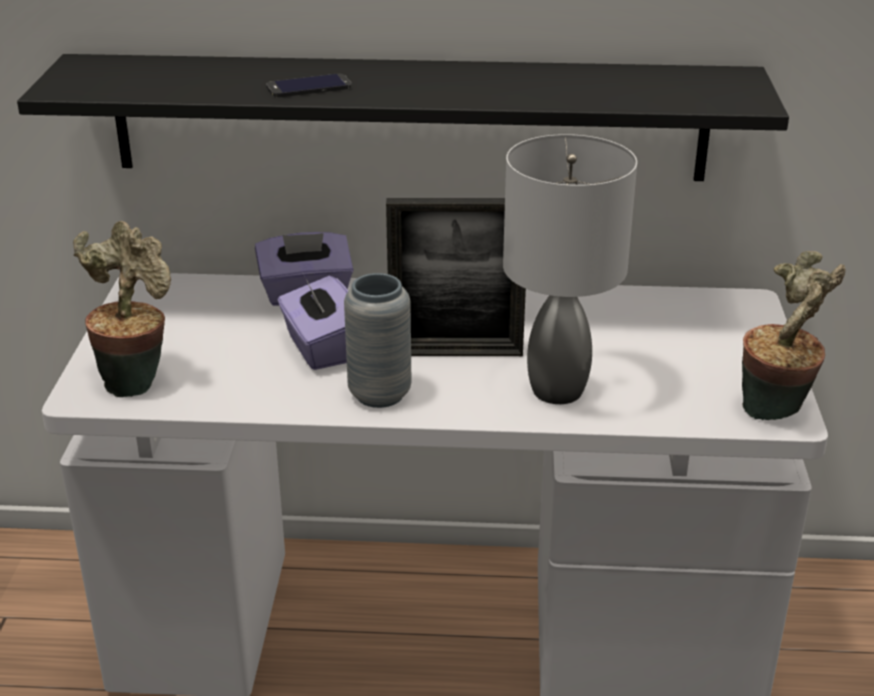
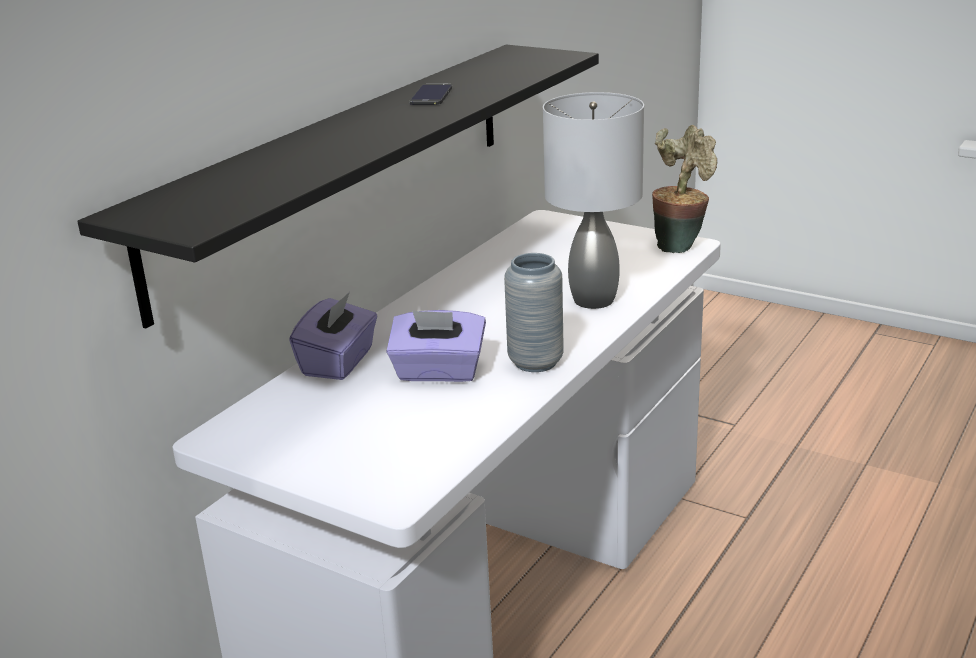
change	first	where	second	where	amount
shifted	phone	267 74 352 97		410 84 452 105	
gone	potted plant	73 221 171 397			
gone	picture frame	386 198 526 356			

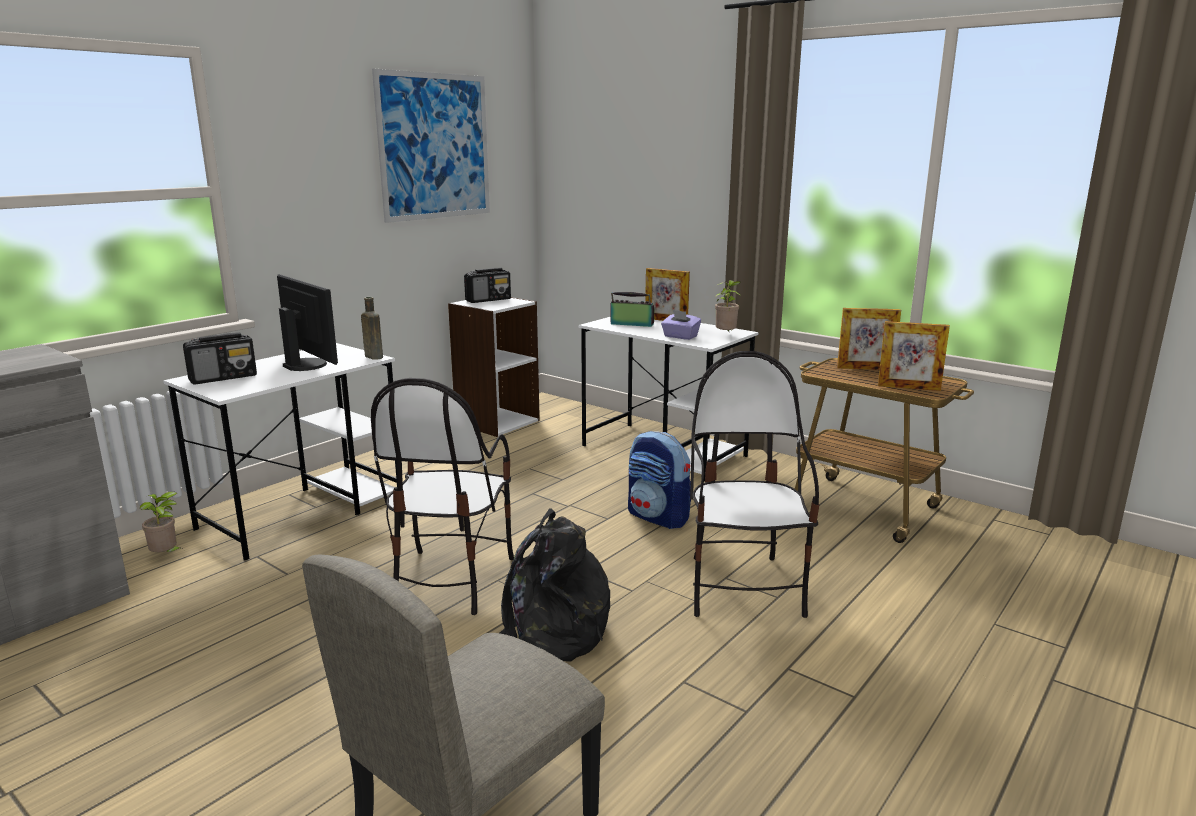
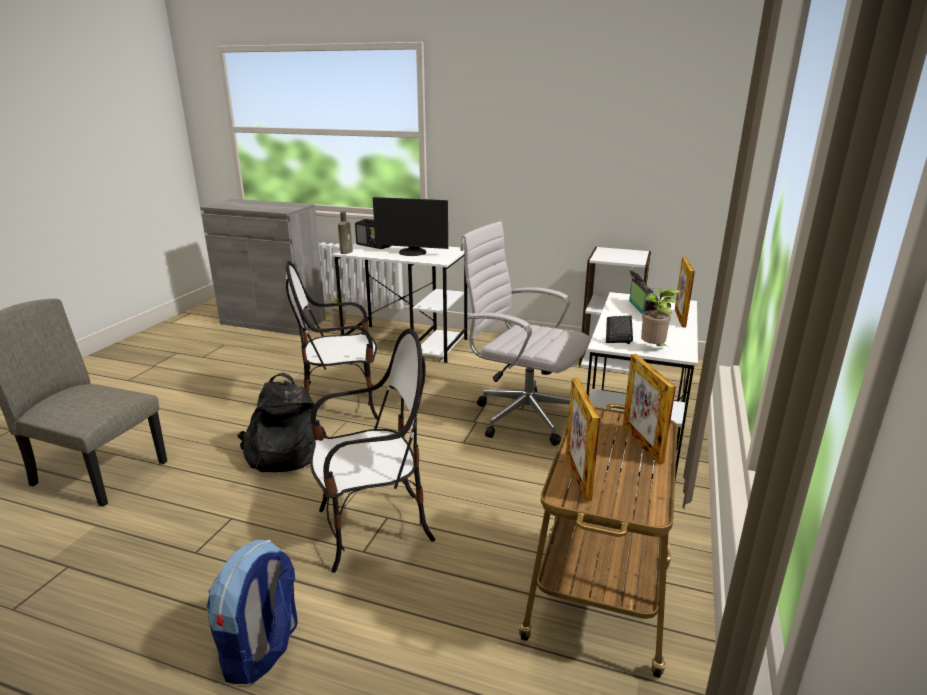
change	first	where	second	where	amount
shifted	backpack	628 431 691 529		206 540 298 684	
shifted	brown bottle	361 297 383 360		338 211 353 254	
rotated	monitor	277 274 338 371		373 197 448 256	75 degrees clockwise
new			white office chair	460 221 591 446	
swapped	purple tissue box	661 310 701 340	keyboard	606 316 633 344	
gone	picture	372 69 490 223			
gone	radio	464 268 511 303			

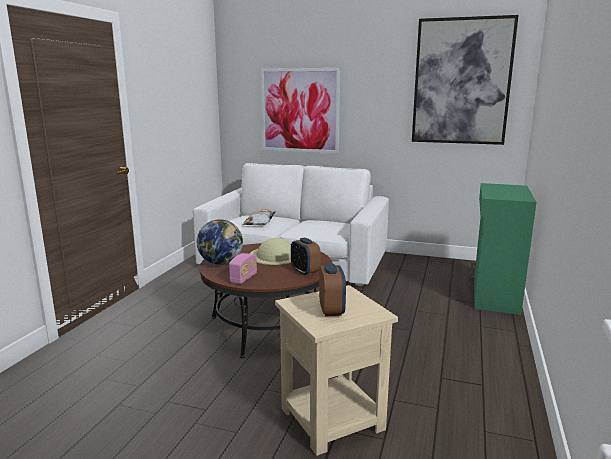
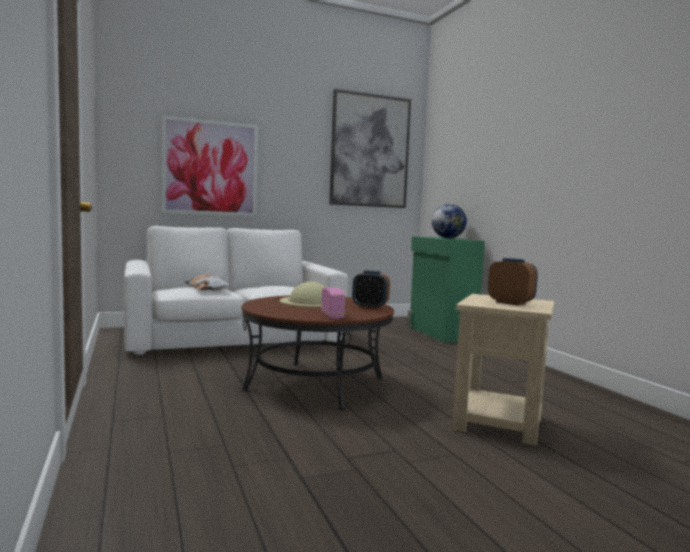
change	first	where	second	where	amount
shifted	globe	197 219 243 265		432 204 467 238	

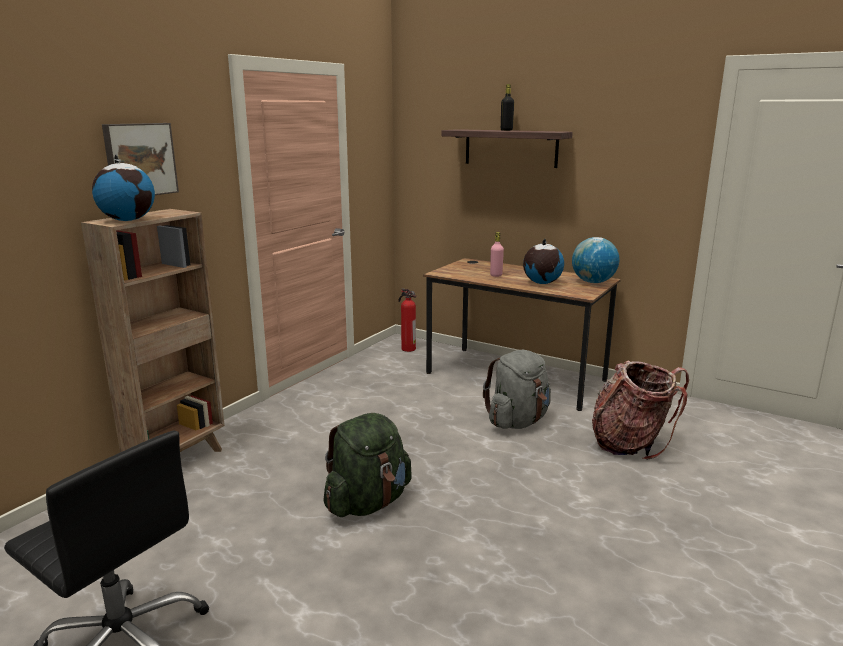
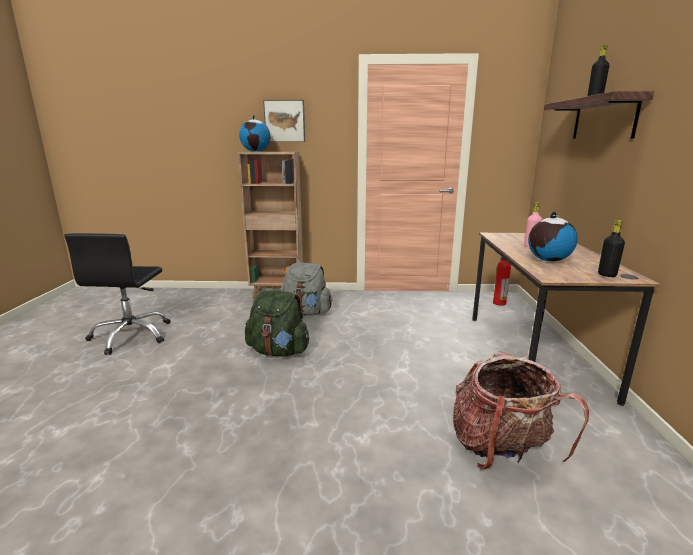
change	first	where	second	where	amount
shifted	grey backpack	483 350 551 429		280 262 332 316	
swapped	globe	572 237 619 283	black bottle	598 220 625 277	

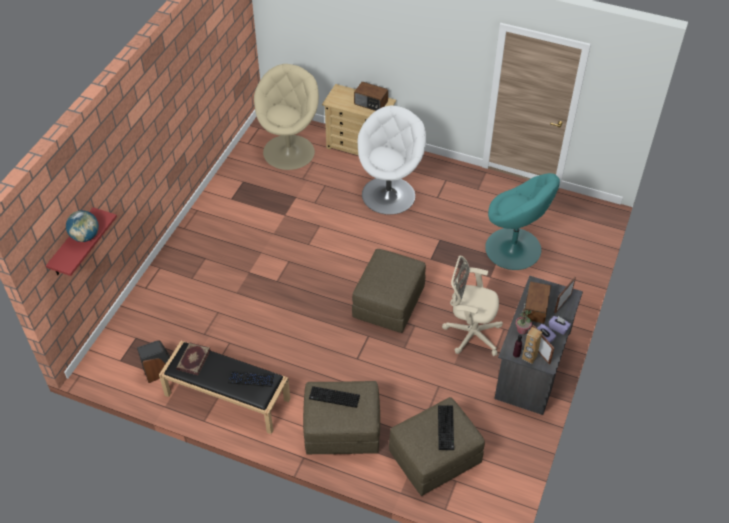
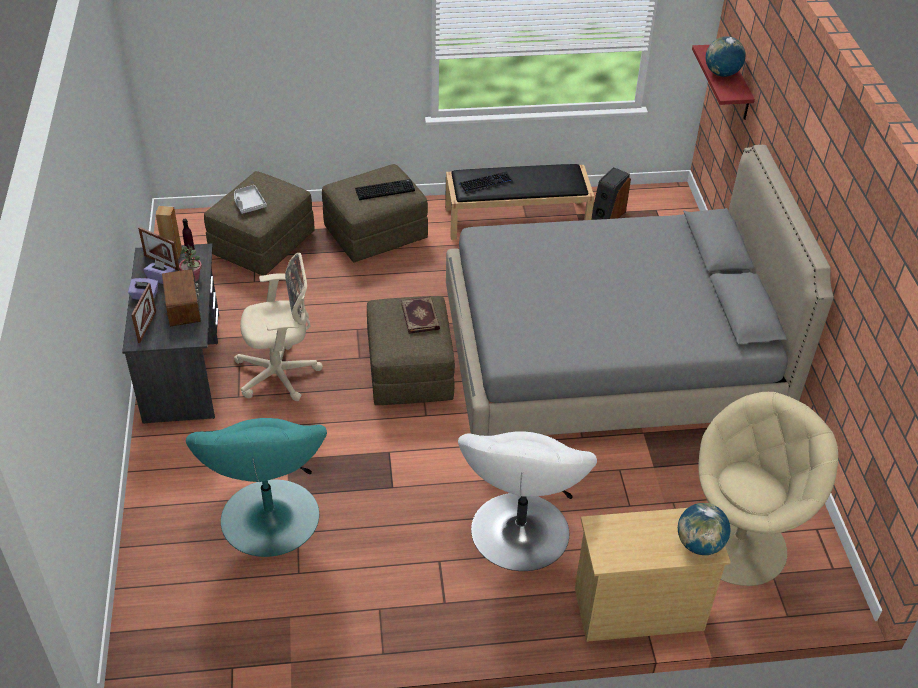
change	first	where	second	where	amount
rotated	turquoise armchair	485 173 560 270		186 418 327 557	105 degrees counterclockwise
swapped	keyboard	438 405 454 450	grey tray	234 185 267 214	
shifted	book	176 342 210 375		401 297 440 334	
new			grey bed	446 145 834 436	
new			globe	678 503 731 555	
rotated	beige armchair	254 64 319 170		699 392 838 586	135 degrees counterclockwise
gone	radio	354 82 388 111			

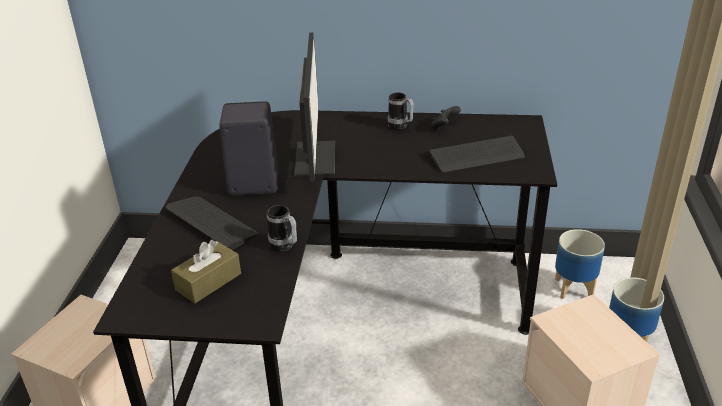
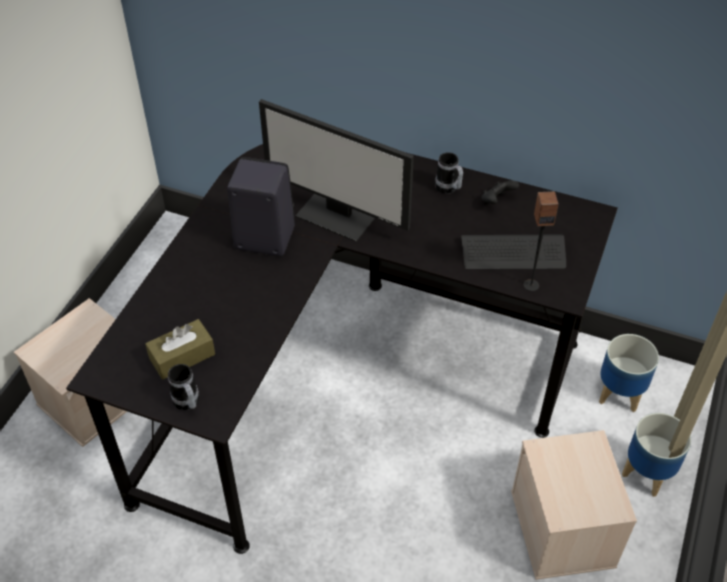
change	first	where	second	where	amount
shifted	mug	267 205 297 252		168 364 199 410	
rotated	monitor	294 33 335 181		259 99 414 242	105 degrees clockwise
new			speaker	523 191 559 291	
gone	keyboard	166 196 259 250			

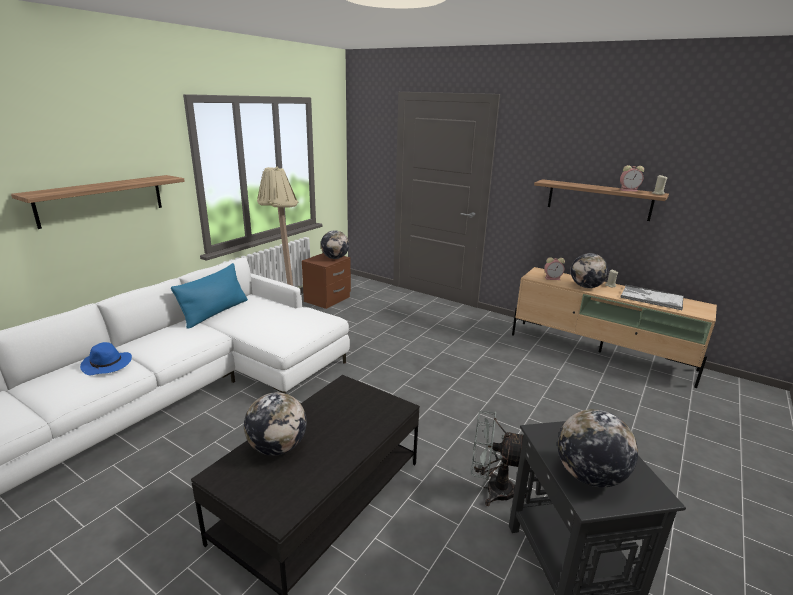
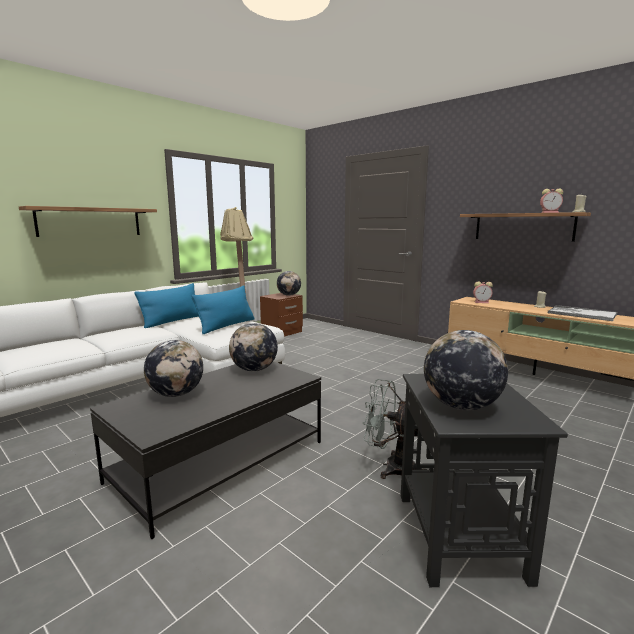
change	first	where	second	where	amount
new			blue pillow	191 285 254 334	
shifted	globe	571 253 609 288		229 323 278 372	
gone	blue hat	80 342 132 375			

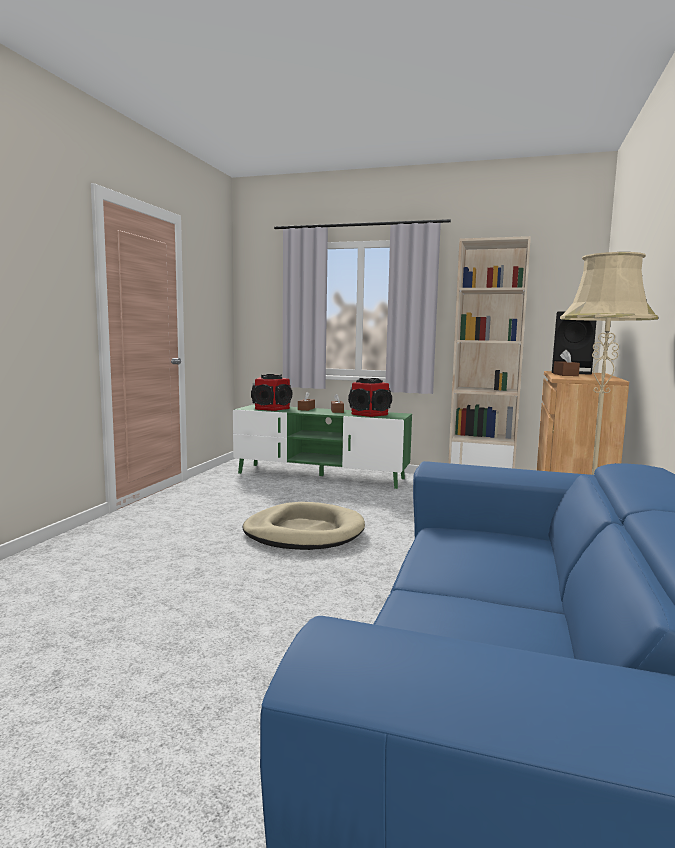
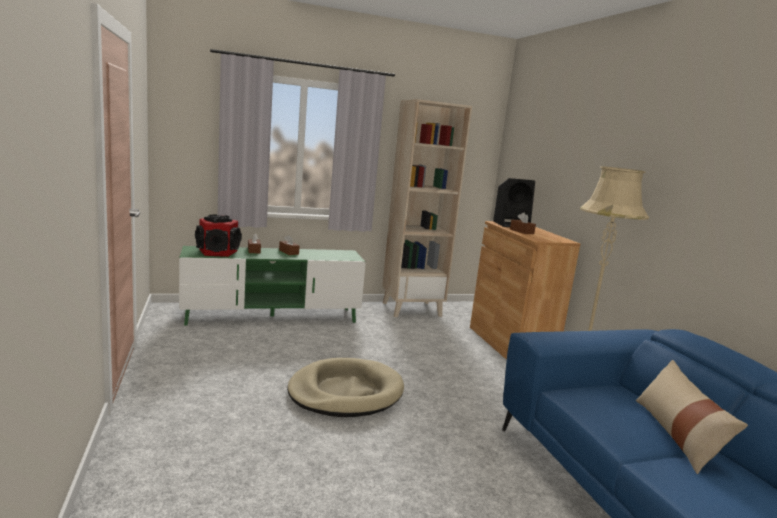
change	first	where	second	where	amount
new			beige pillow	636 360 748 474	
gone	speaker	348 378 392 417			

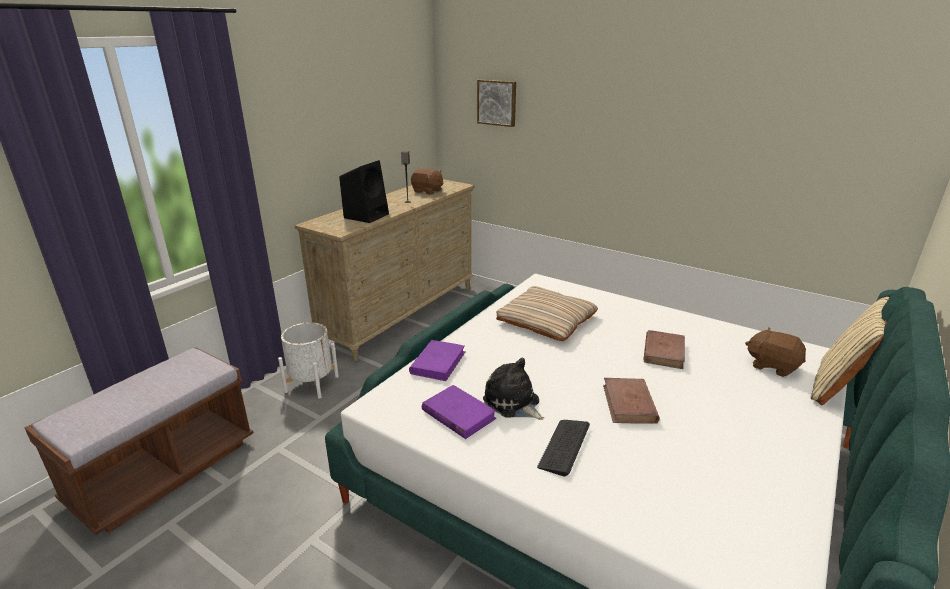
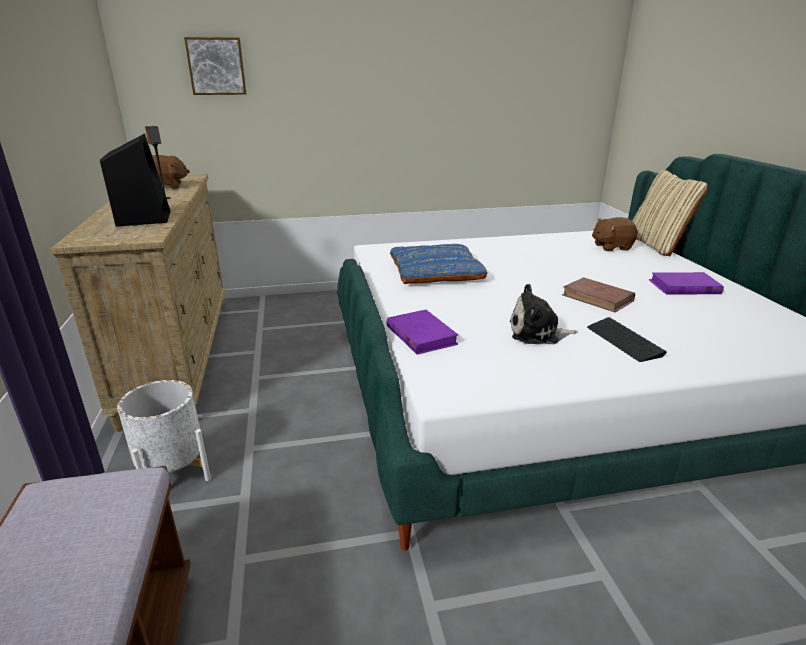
change	first	where	second	where	amount
repainted	beige pillow	496 286 598 341	blue pillow	390 244 488 284	
shifted	purple book	422 385 496 439		649 272 724 294	
gone	brown book	644 330 685 369			

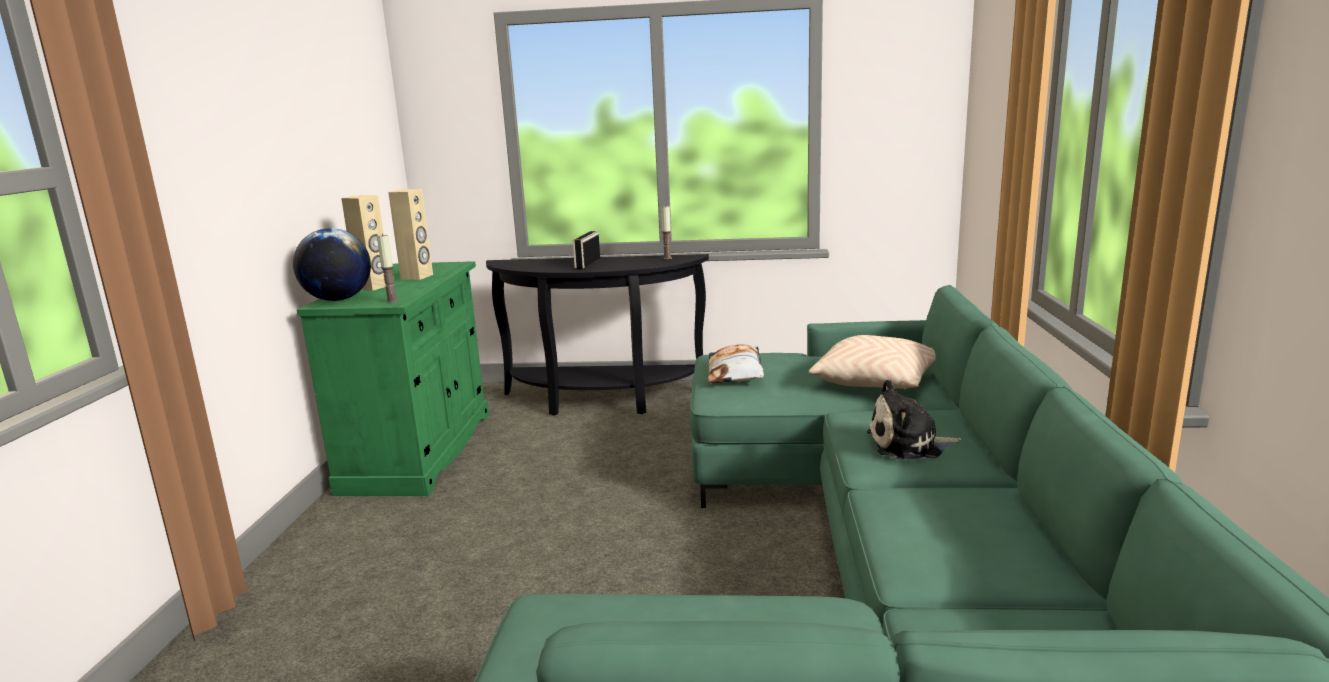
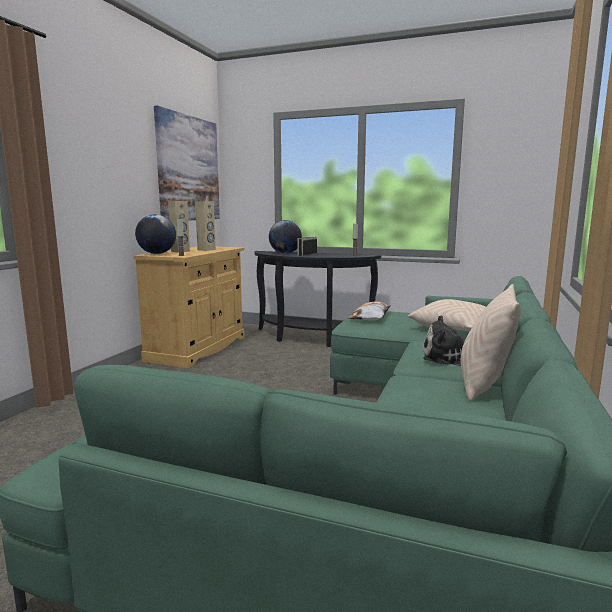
change	first	where	second	where	amount
repainted	green cabinet	297 261 489 496	beige cabinet	133 247 245 368	
new			picture	154 105 220 221	
new			globe	269 220 302 254	
new			beige pillow	461 284 521 401	

